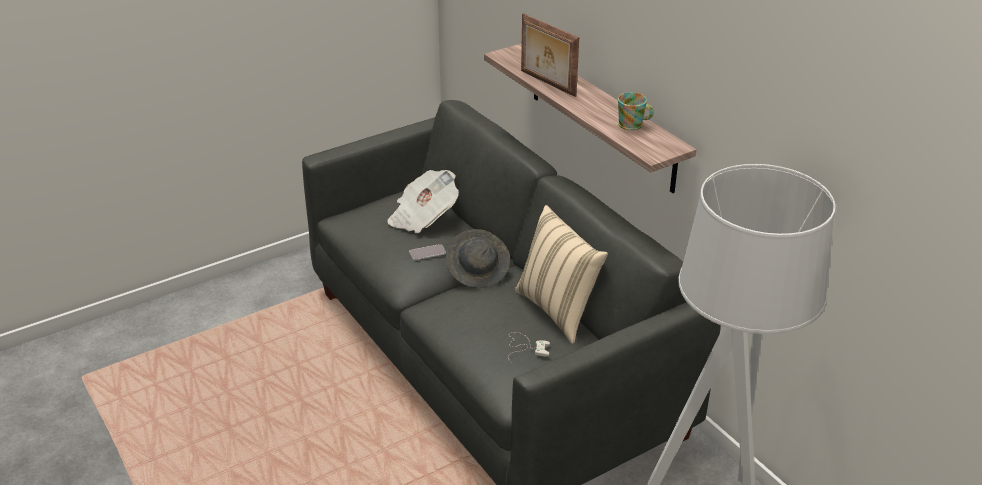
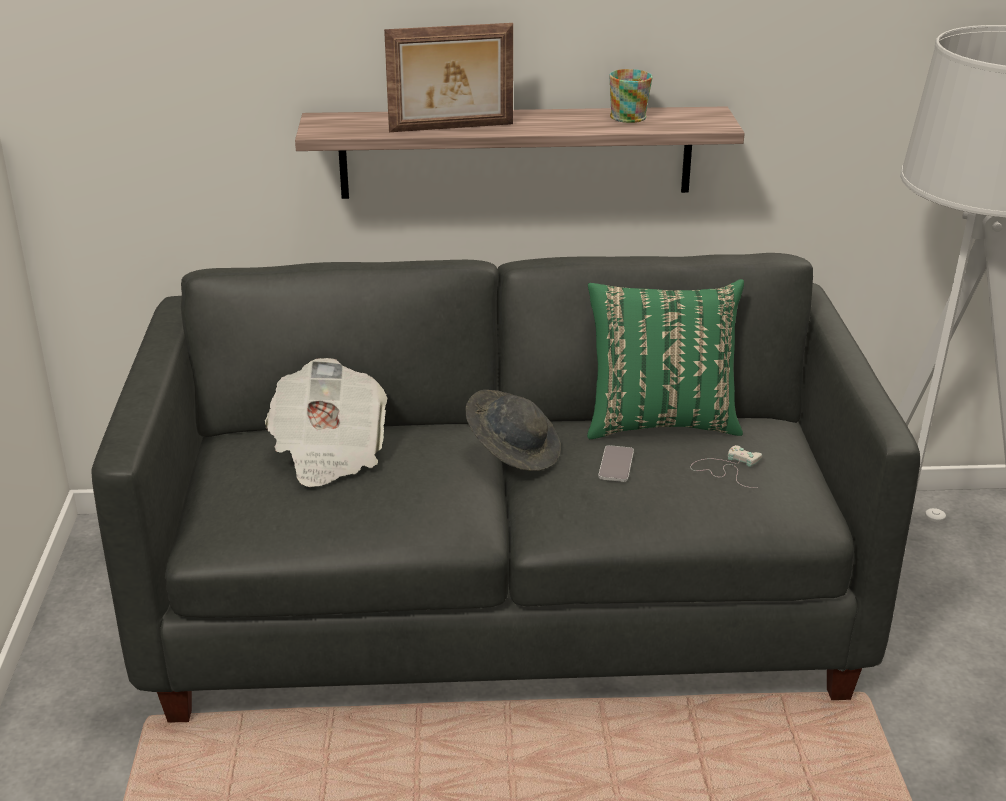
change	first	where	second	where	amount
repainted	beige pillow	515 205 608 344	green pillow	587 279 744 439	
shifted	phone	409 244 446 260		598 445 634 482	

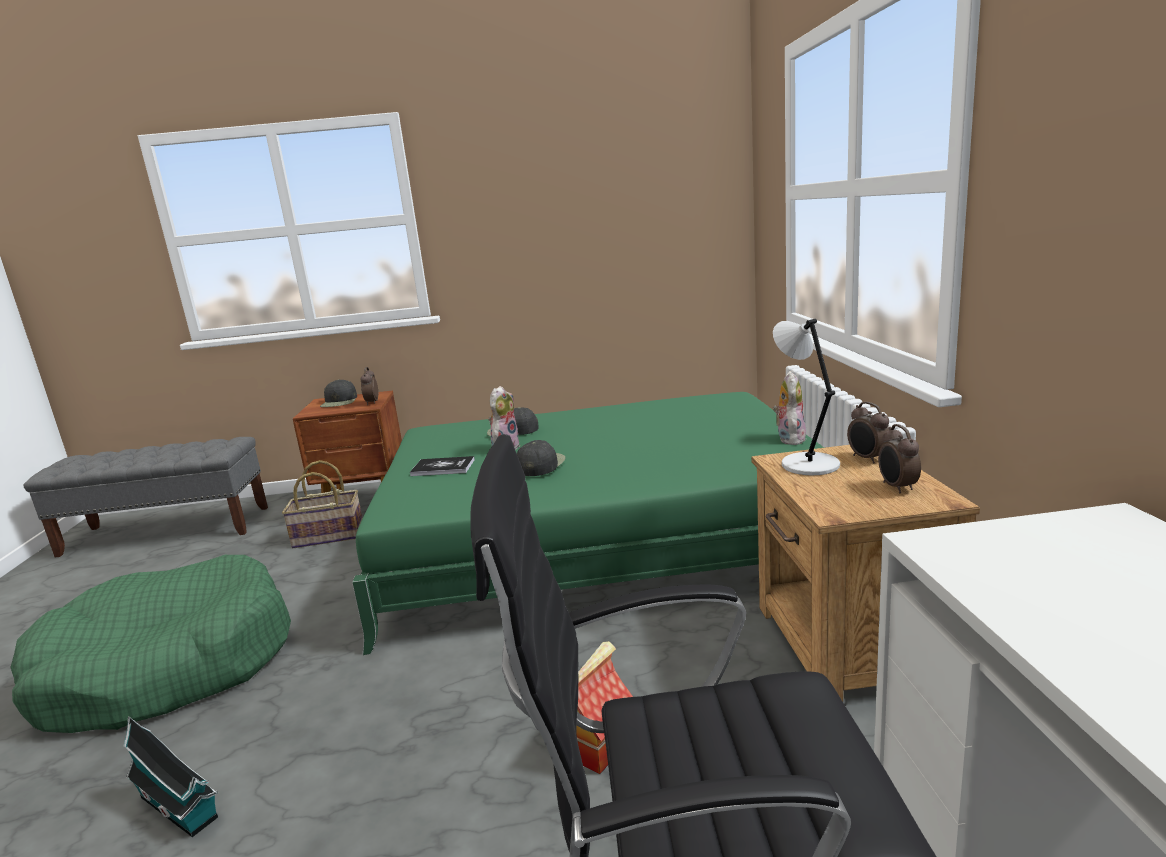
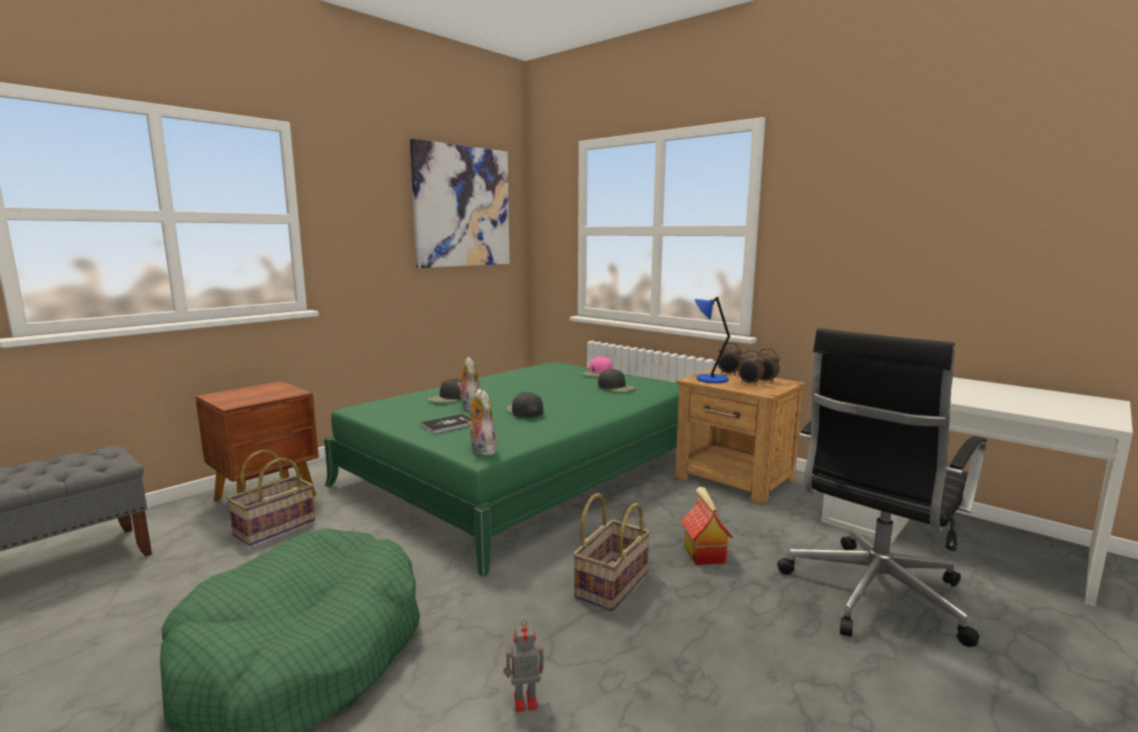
change	first	where	second	where	amount
new			picture	410 139 510 268	
shifted	plush toy	773 371 806 445		467 389 497 456	
swapped	toy house	124 717 218 837	toy robot	503 619 543 712	
new			basket	573 493 650 611	
new			pink cap	581 356 613 377	
shifted	black cap	320 379 357 407		598 369 636 392	
repainted	grey table lamp	773 319 840 475	blue table lamp	695 297 730 383	
shifted	alarm clock	361 367 378 405		738 350 765 386	

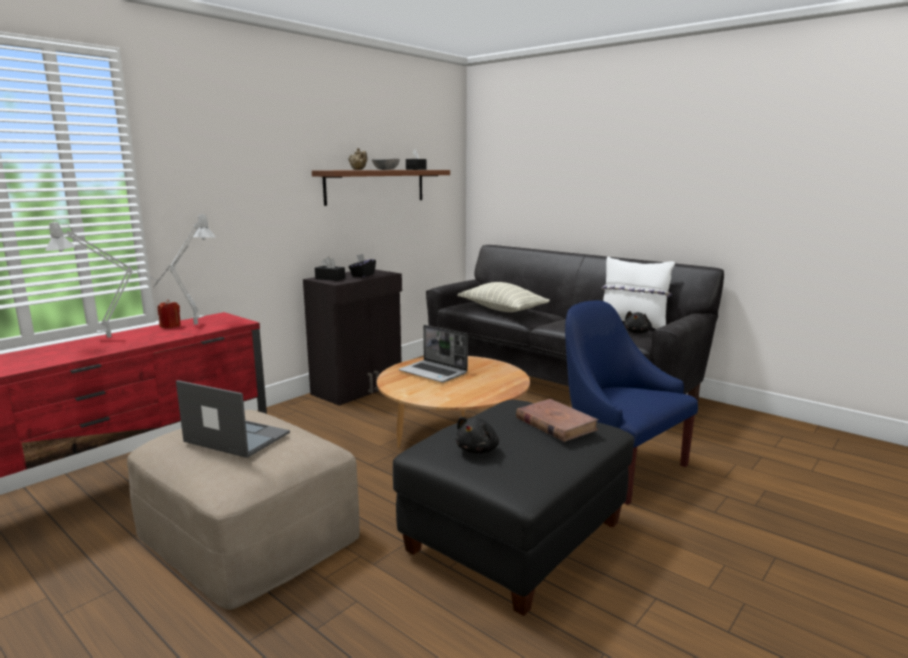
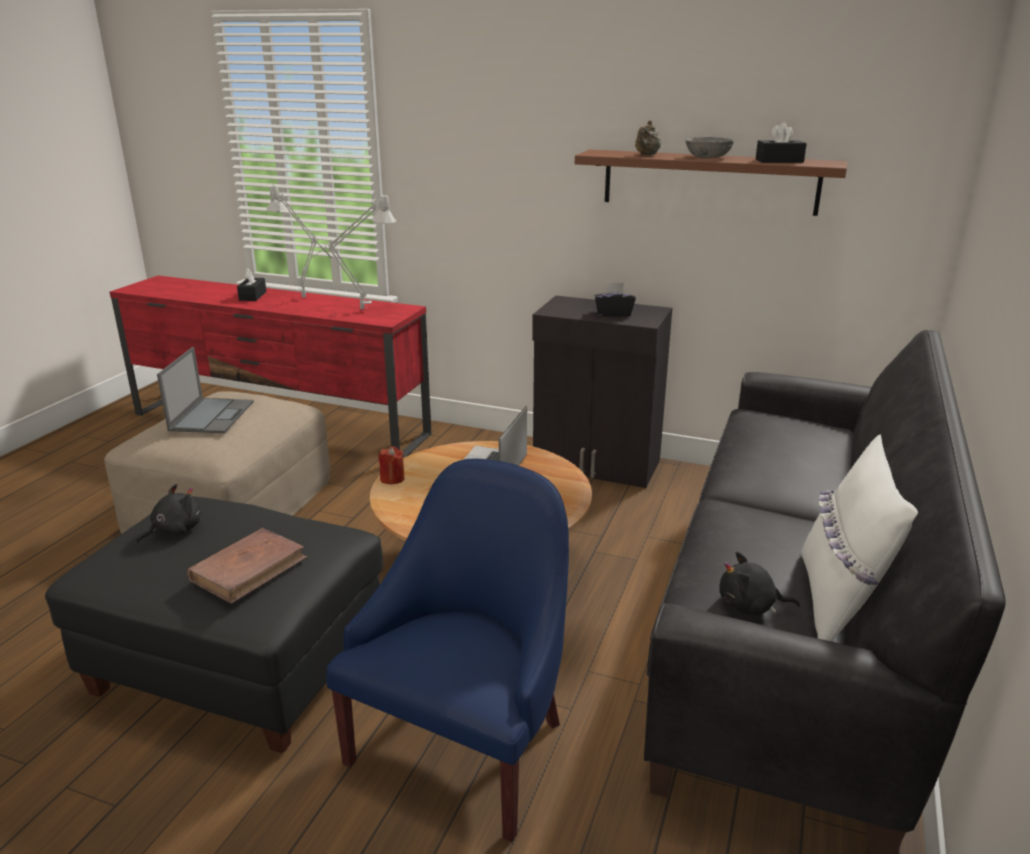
change	first	where	second	where	amount
rotated	black plush toy	456 417 499 454		136 484 201 544	120 degrees clockwise
shifted	black tissue box	315 256 345 281		237 269 267 301	
shifted	red candle	158 299 181 328		378 446 405 484	
gone	pillow	457 282 550 312			

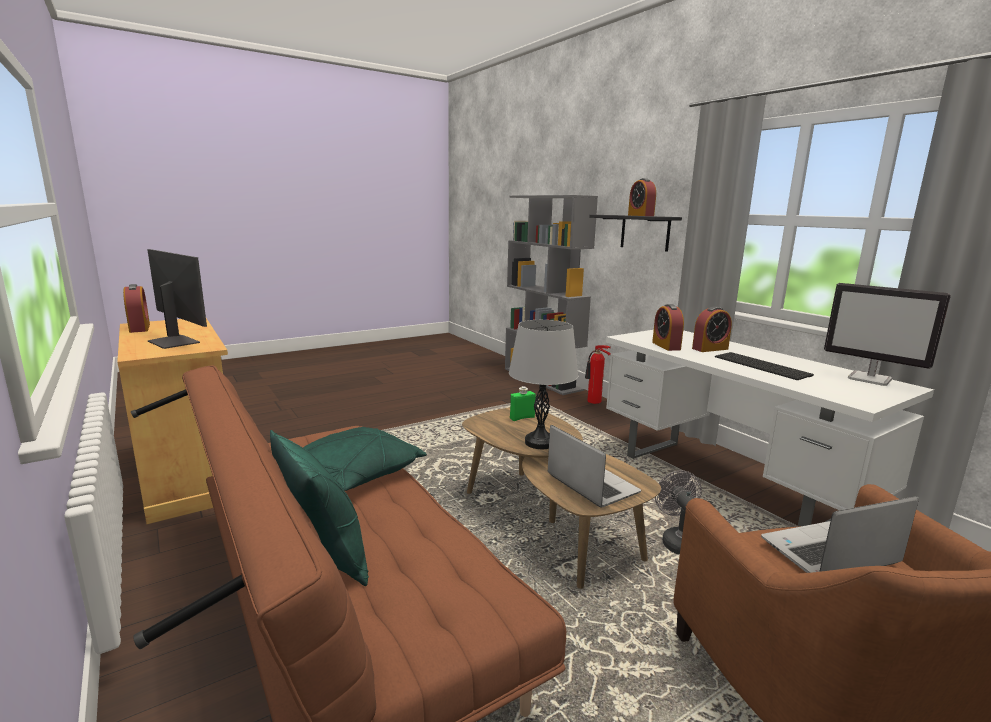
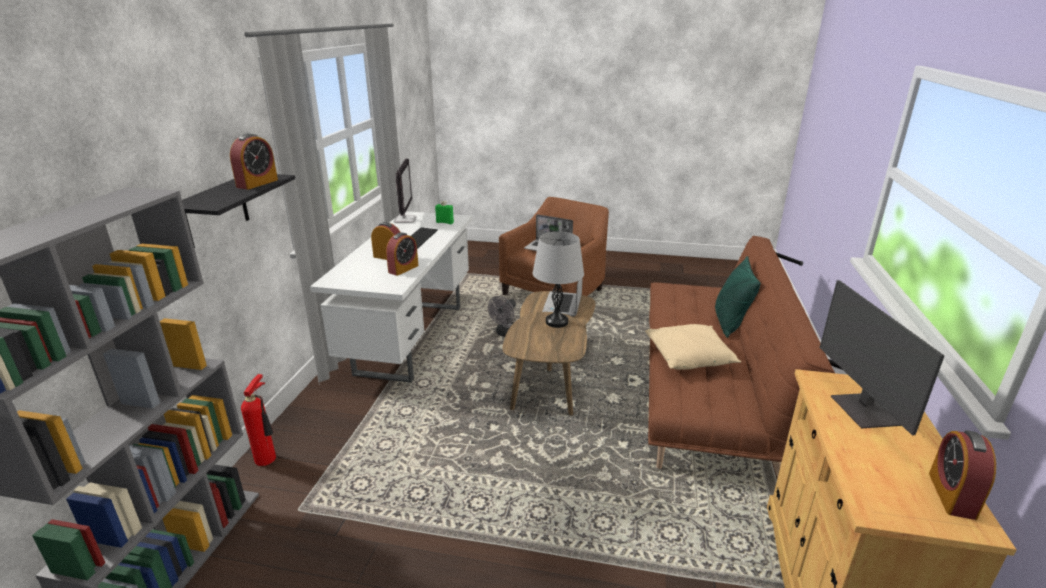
change	first	where	second	where	amount
shifted	green bottle	510 386 536 421		435 201 454 224	
repainted	green pillow	303 427 427 491	beige pillow	645 324 741 370	

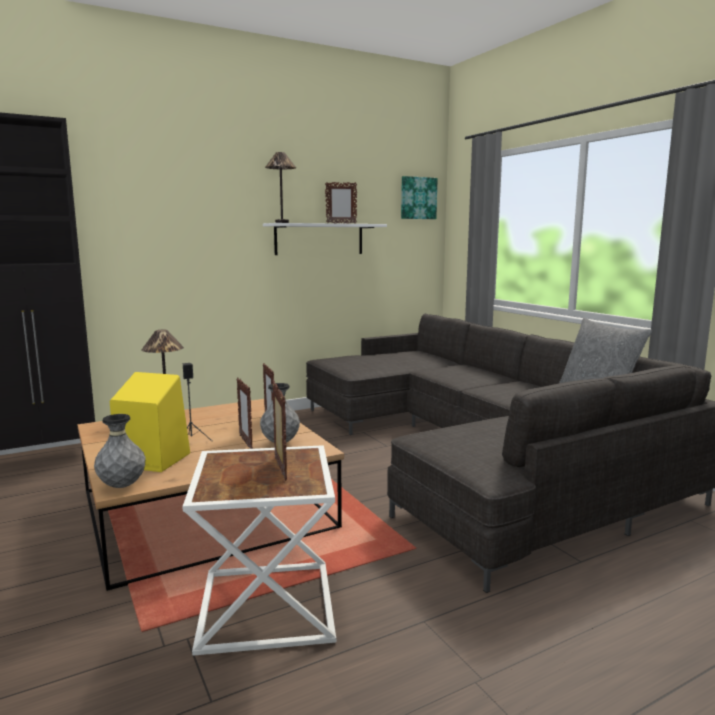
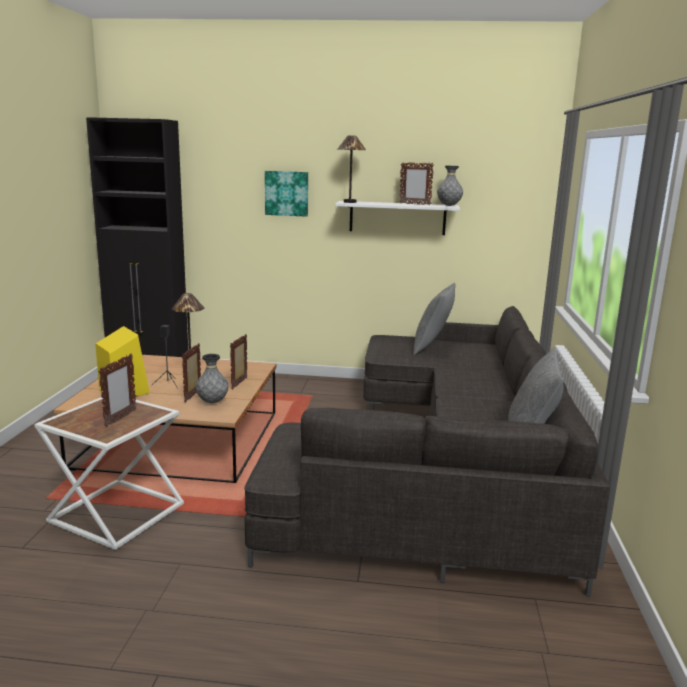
change	first	where	second	where	amount
shifted	picture	401 176 438 219		265 171 308 217	
new			grey pillow	413 283 456 355	
shifted	grey vase	94 414 145 488		437 166 463 206	

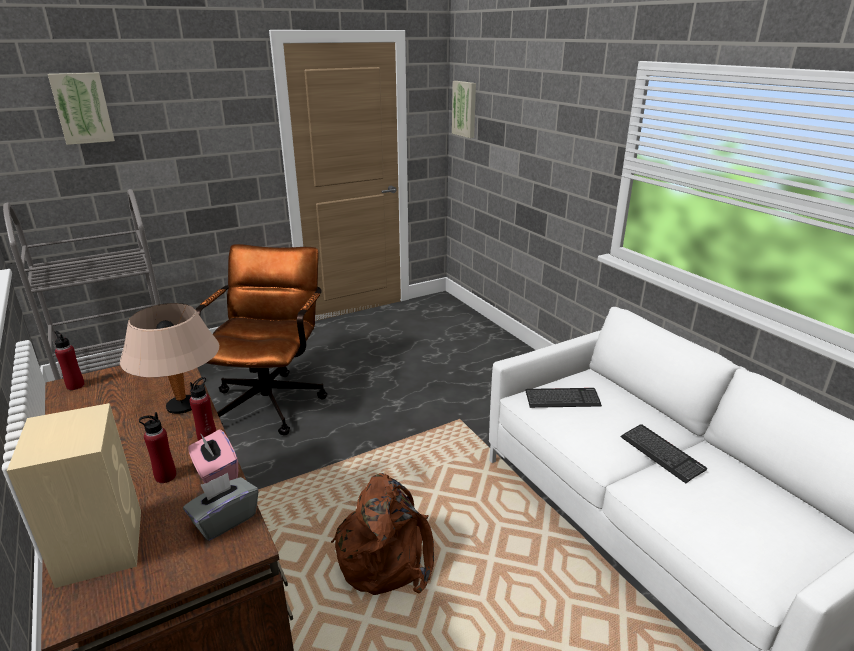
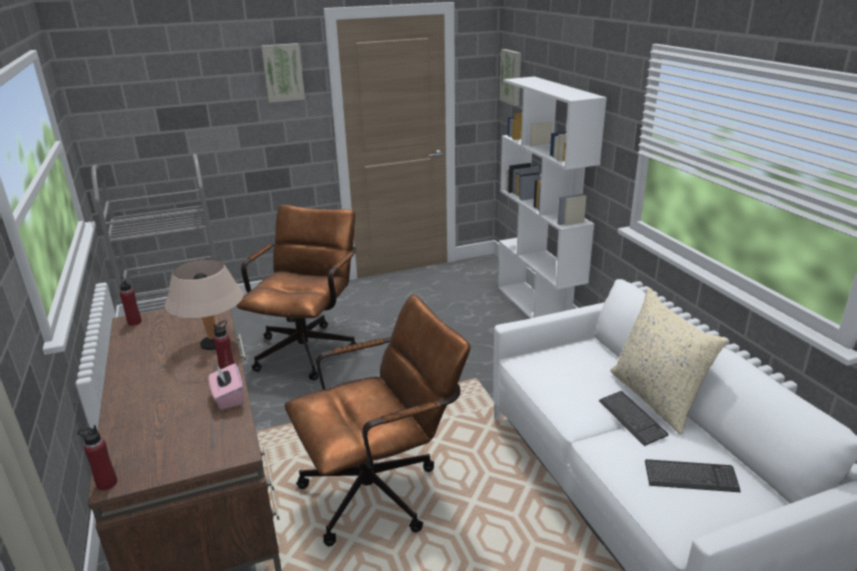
change	first	where	second	where	amount
shifted	red bottle	139 412 176 483		78 425 117 491	
shifted	picture	48 72 115 145		261 43 305 103	
swapped	brown backpack	331 473 434 595	brown office chair	284 294 471 547	
new			white bookcase	498 76 607 318	
new			beige pillow	611 288 728 434	
shifted	keyboard	525 388 602 408		645 459 741 492	
gone	beige speaker	7 403 141 588			
gone	grey tissue box	183 473 258 541			

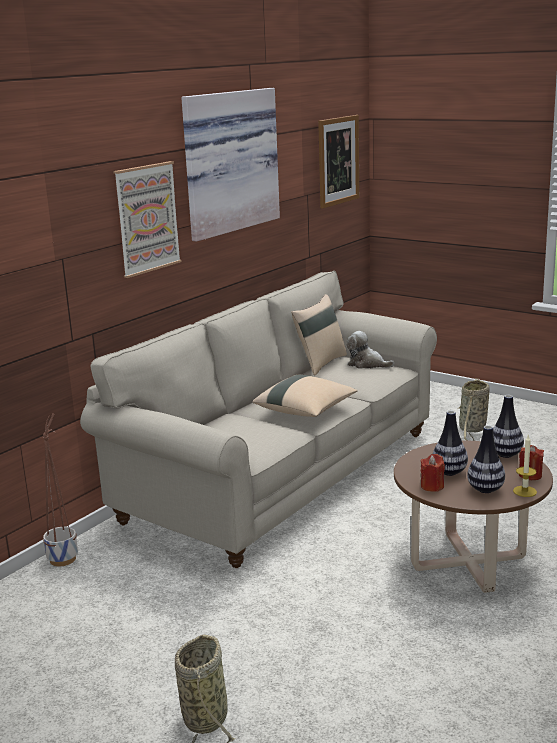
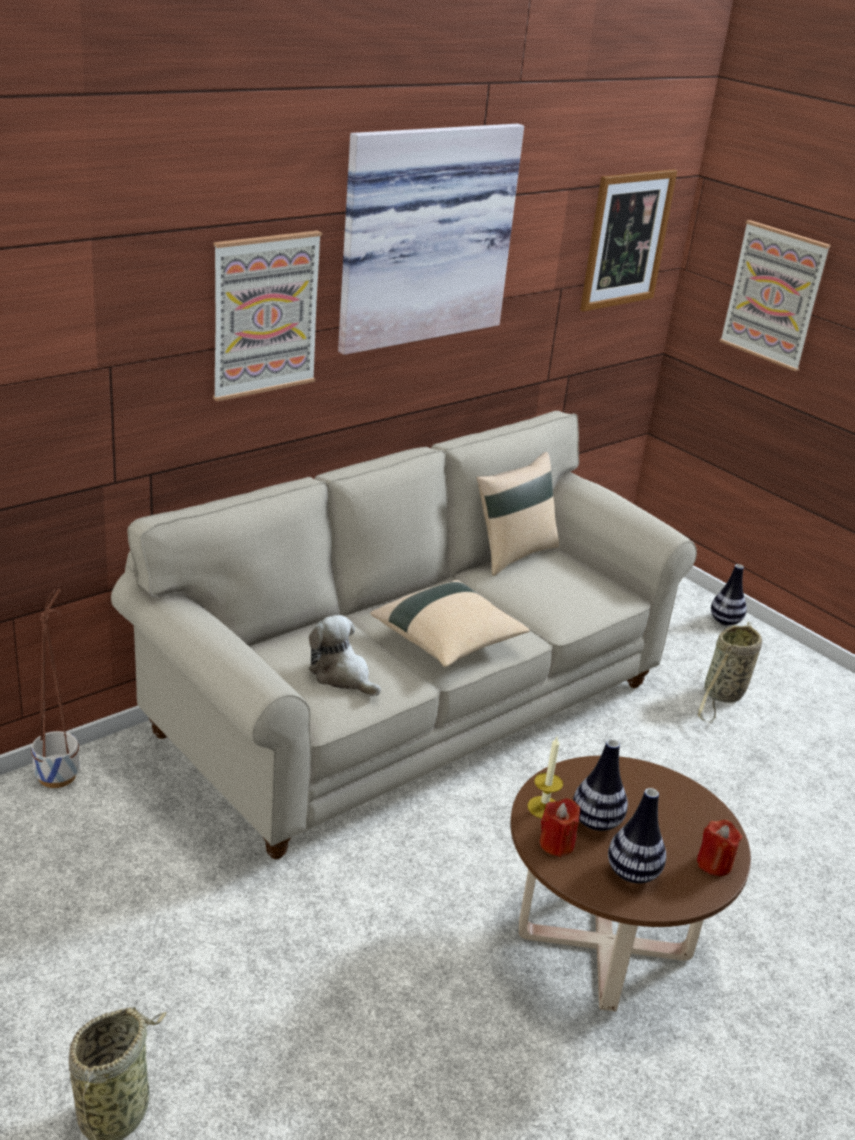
change	first	where	second	where	amount
shifted	plush toy	347 331 395 369		309 615 381 696	
shifted	candle	513 434 537 497		527 737 563 819	
shifted	vase	493 395 524 458		711 564 747 626	
new			picture	719 220 831 371	

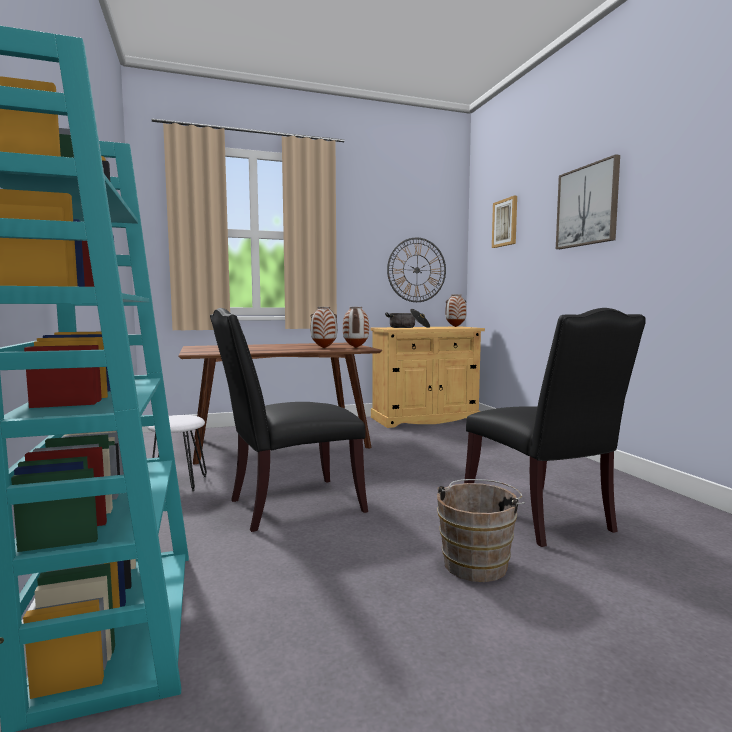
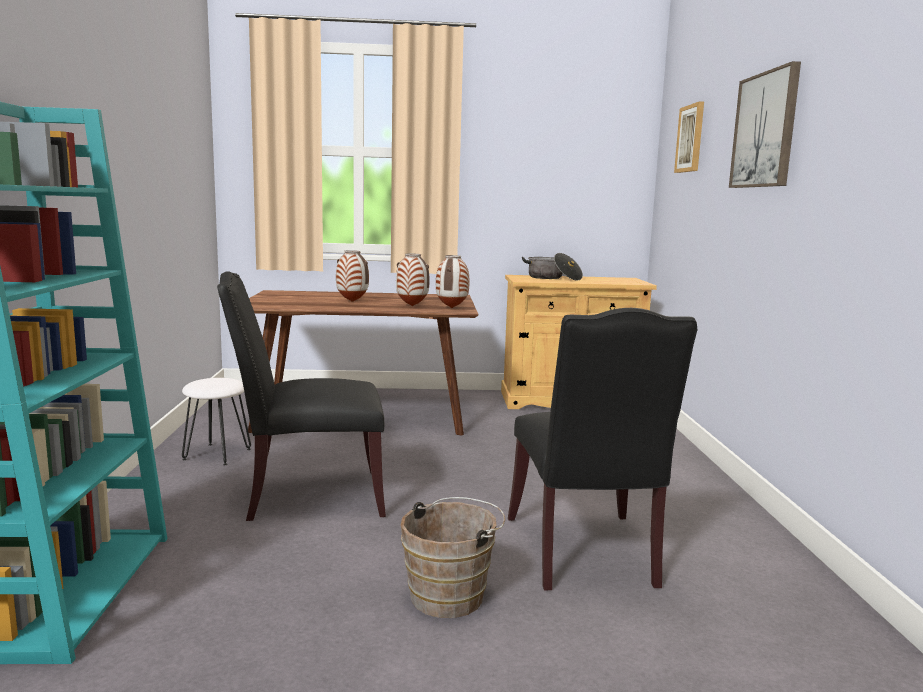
change	first	where	second	where	amount
shifted	vase	445 294 467 327		336 250 369 302	
gone	wall clock	387 238 446 302			

